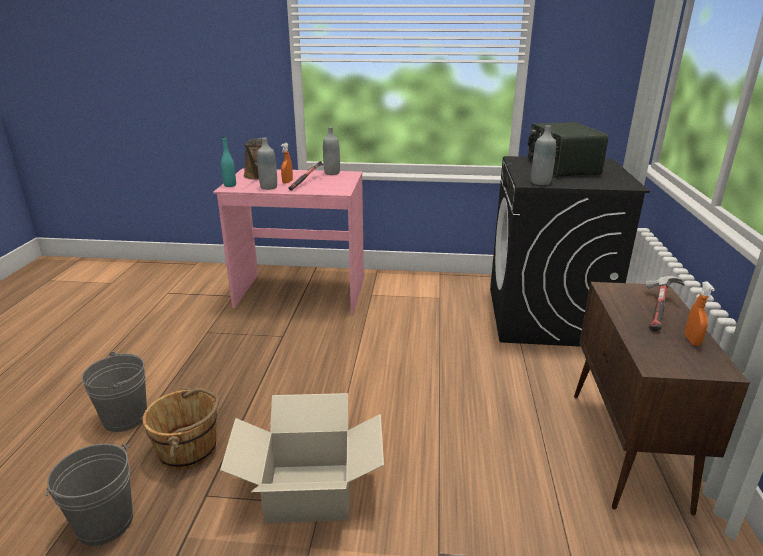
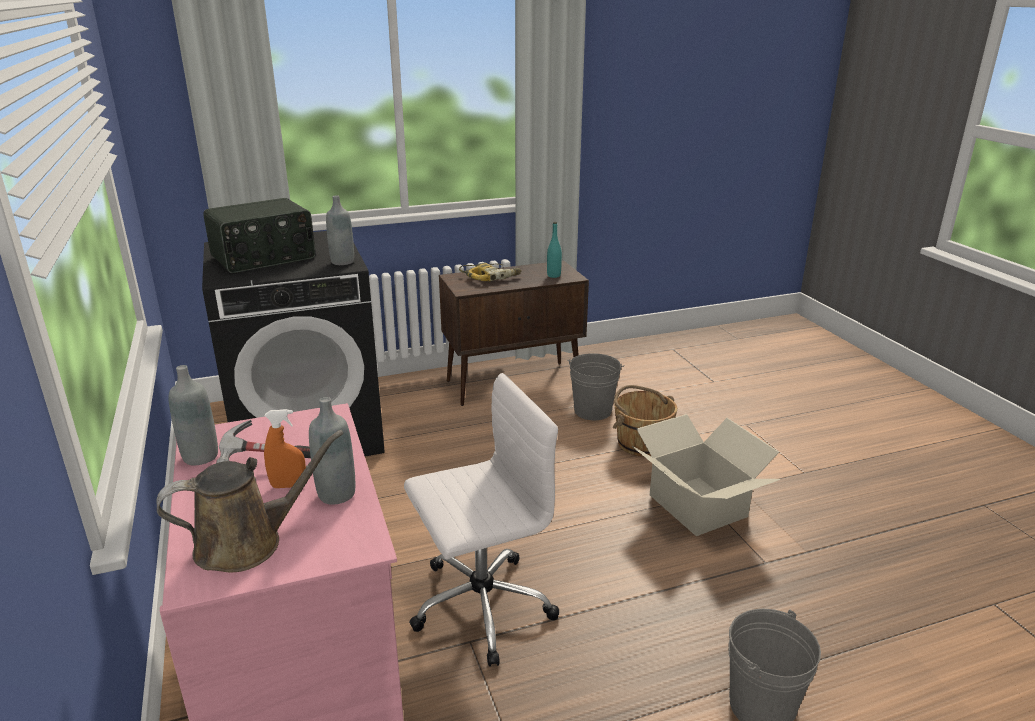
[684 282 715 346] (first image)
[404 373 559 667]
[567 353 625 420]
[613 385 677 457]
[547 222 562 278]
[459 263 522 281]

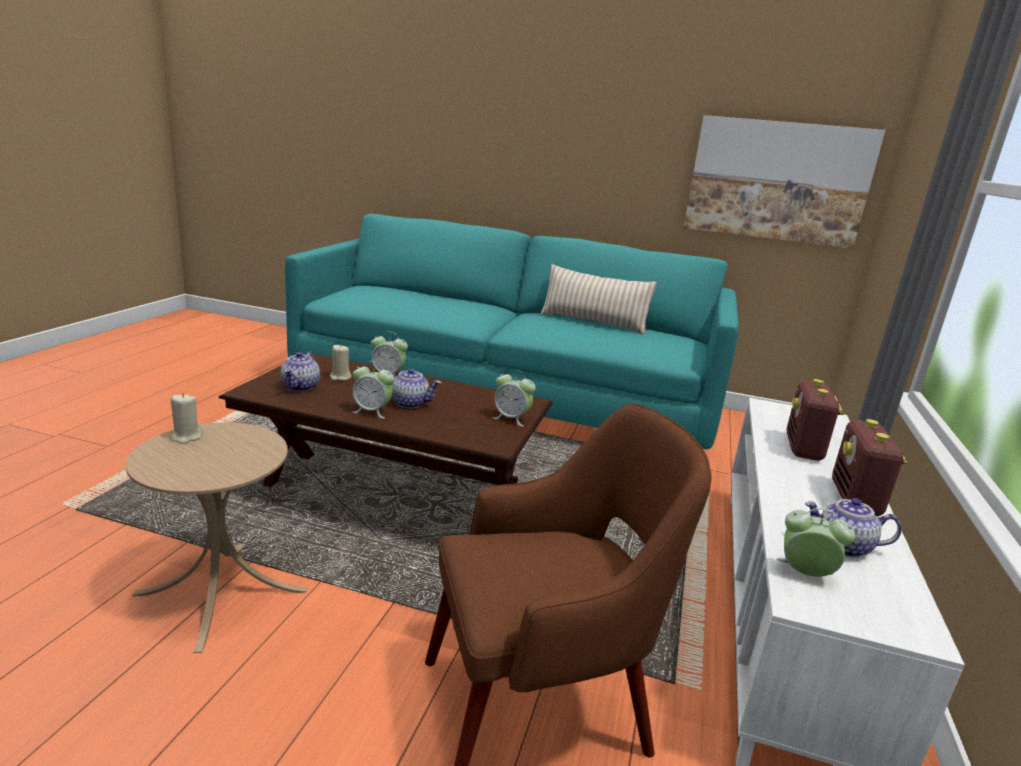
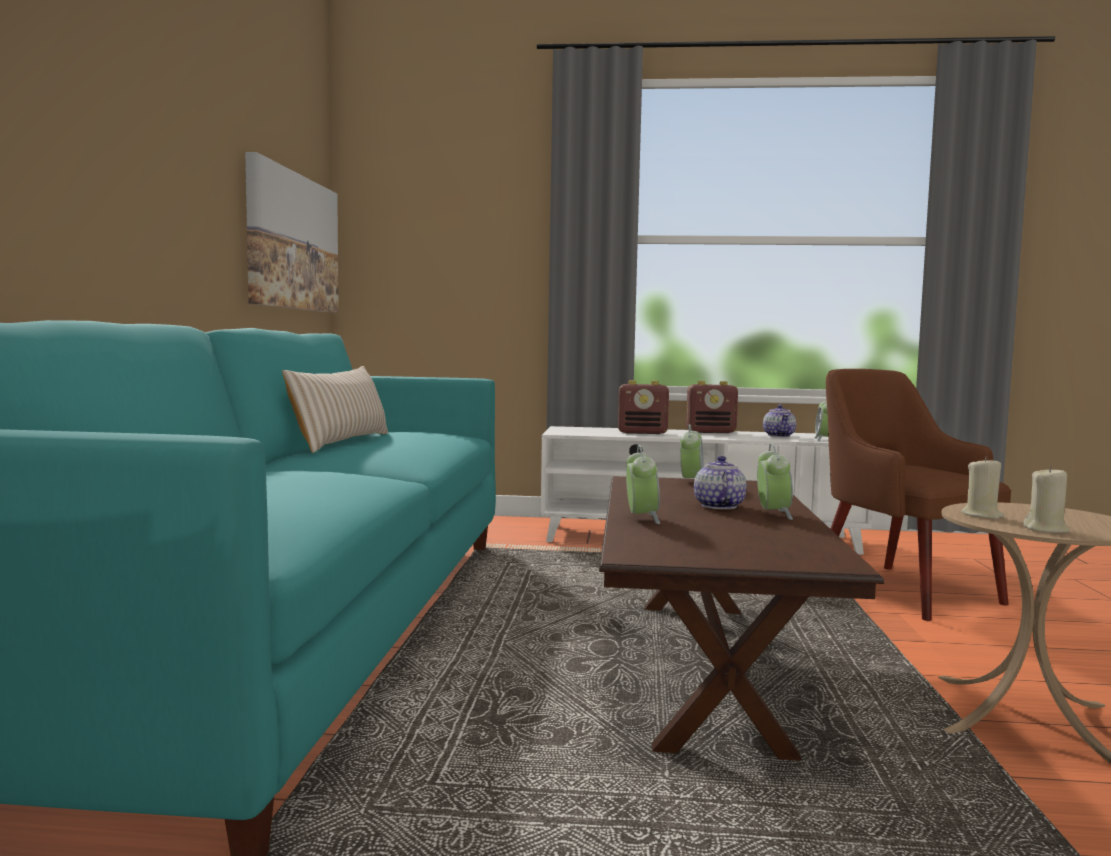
[281 351 320 391] (first image)
[961 457 1004 519]

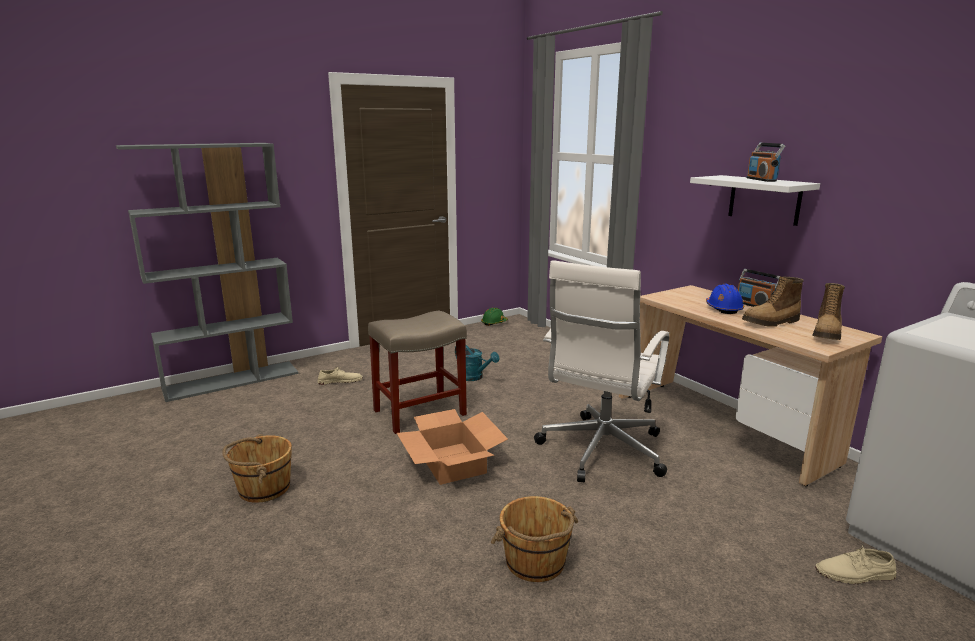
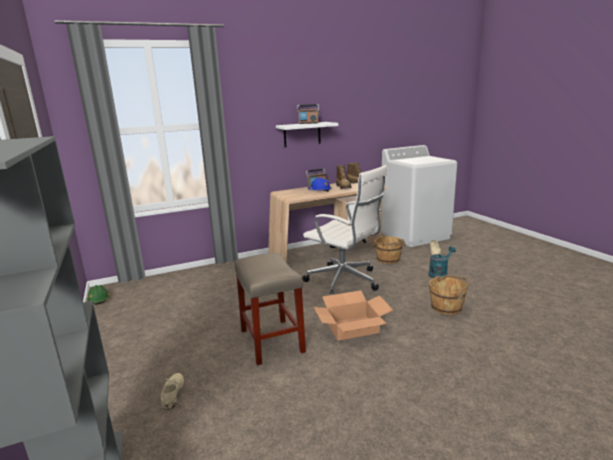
[371 236 406 264]
[429 246 456 278]

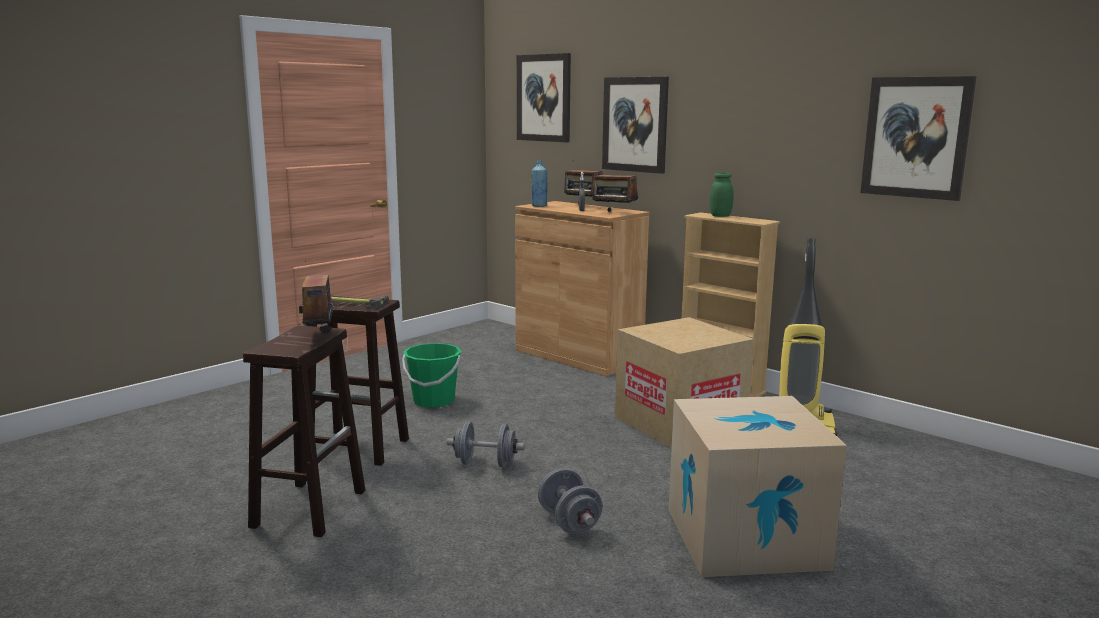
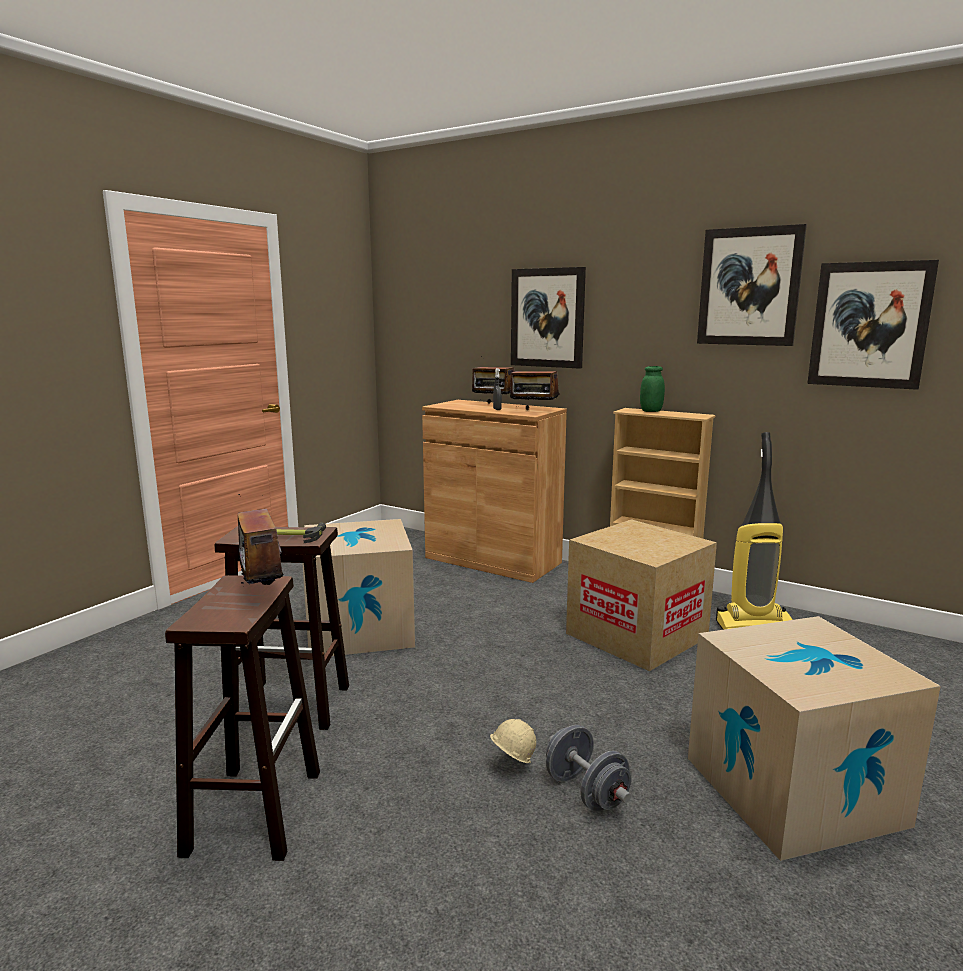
[447 422 525 467] (first image)
[532 160 548 207] (first image)
[490 719 536 763]
[697 224 807 346]
[302 519 415 656]

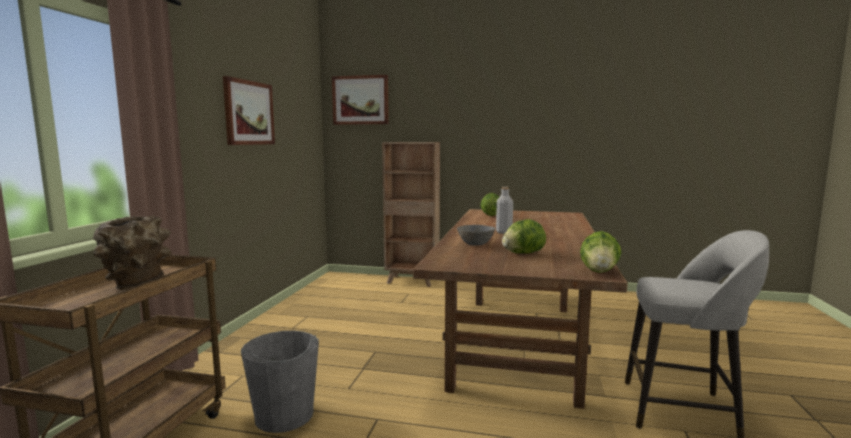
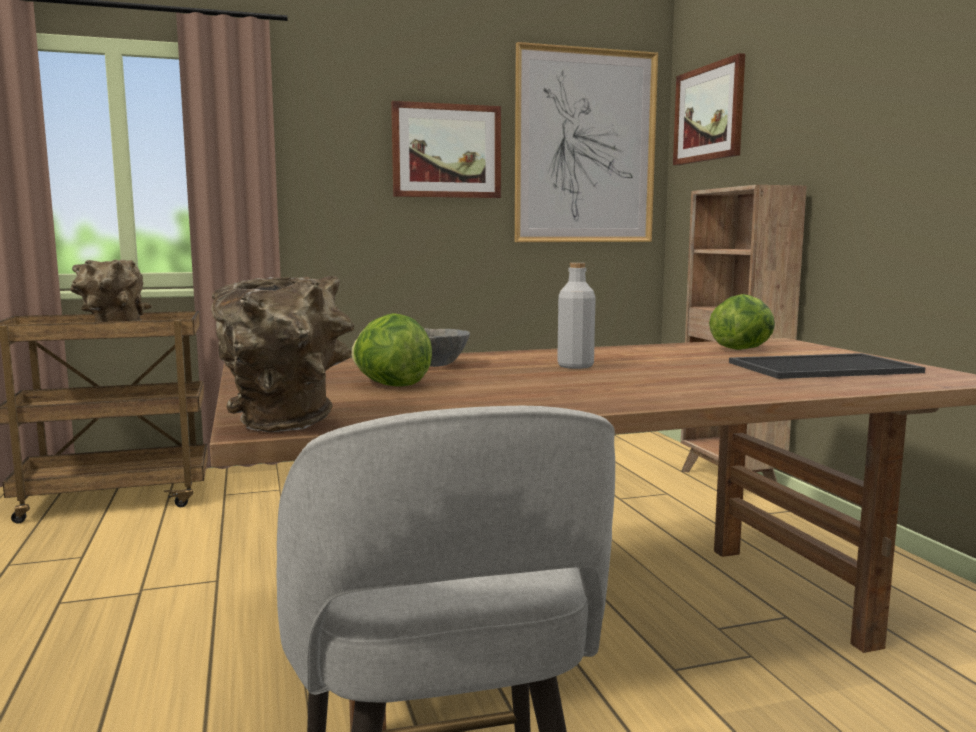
[241 331 319 433] (first image)
[515 42 658 242]
[729 353 925 379]
[211 276 354 432]

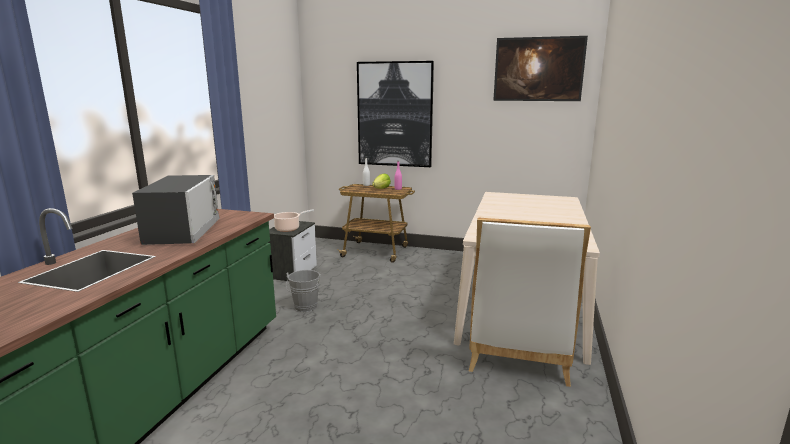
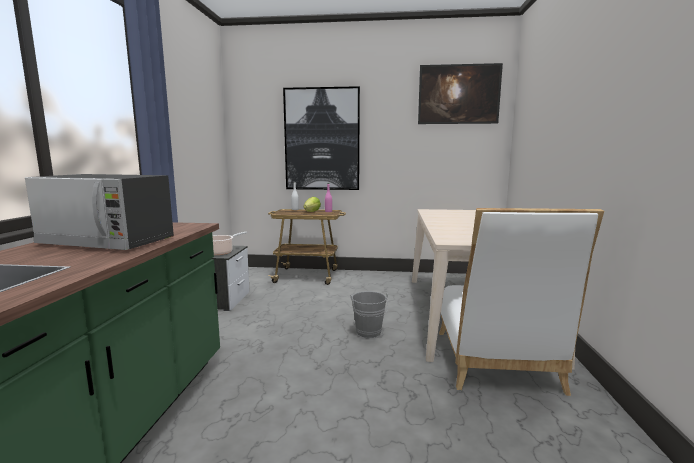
[350 291 388 338]
[25 174 174 250]

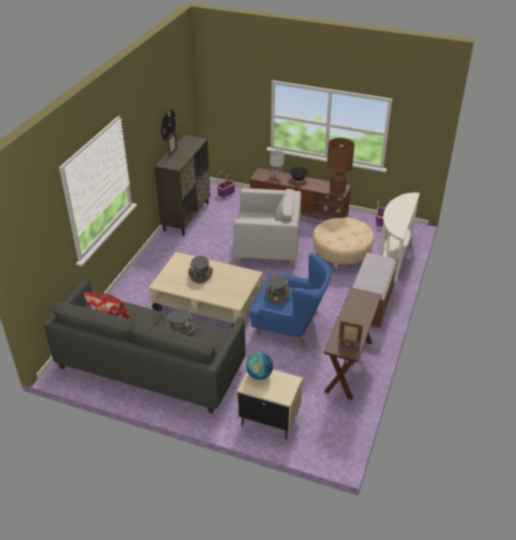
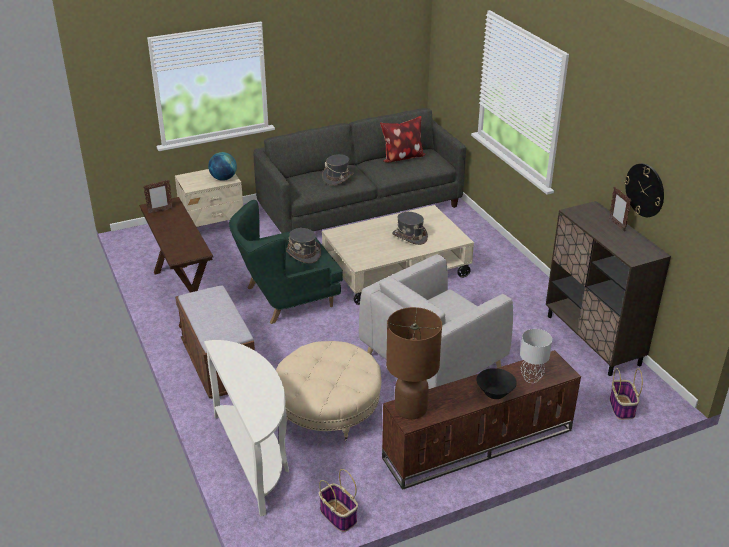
[229 200 343 324]

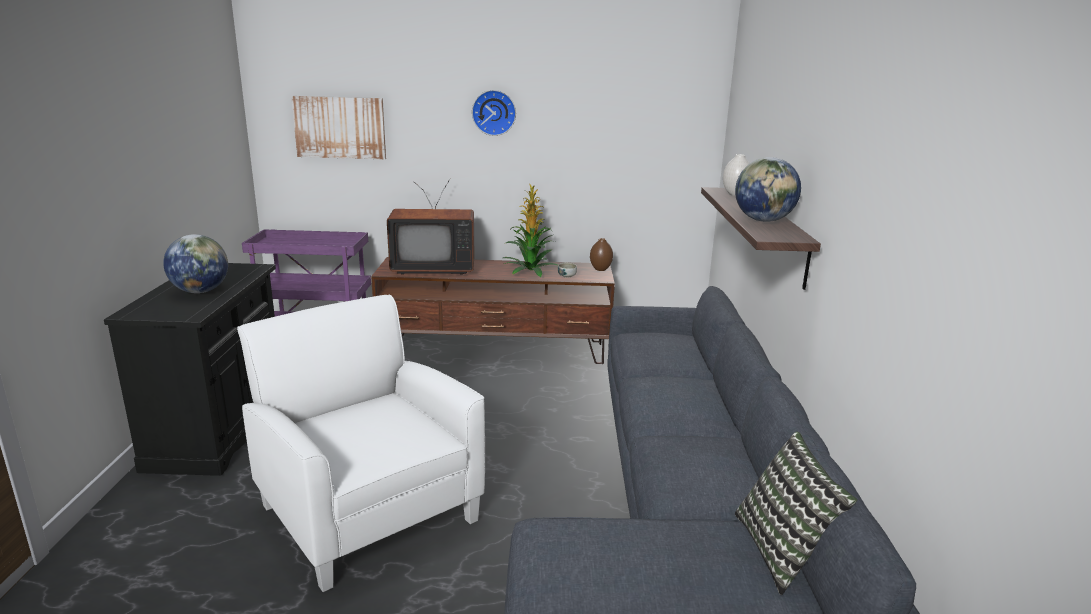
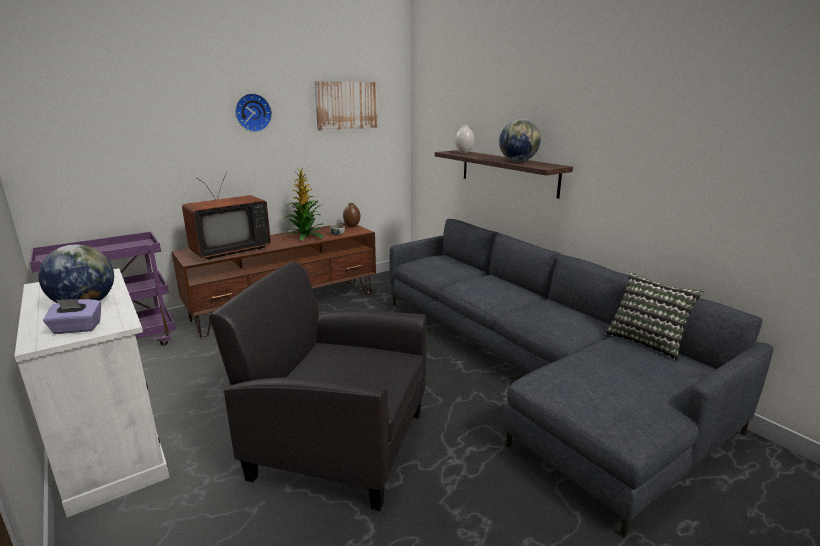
[43 299 101 334]
[314 81 378 130]
[14 268 170 518]
[209 262 427 511]

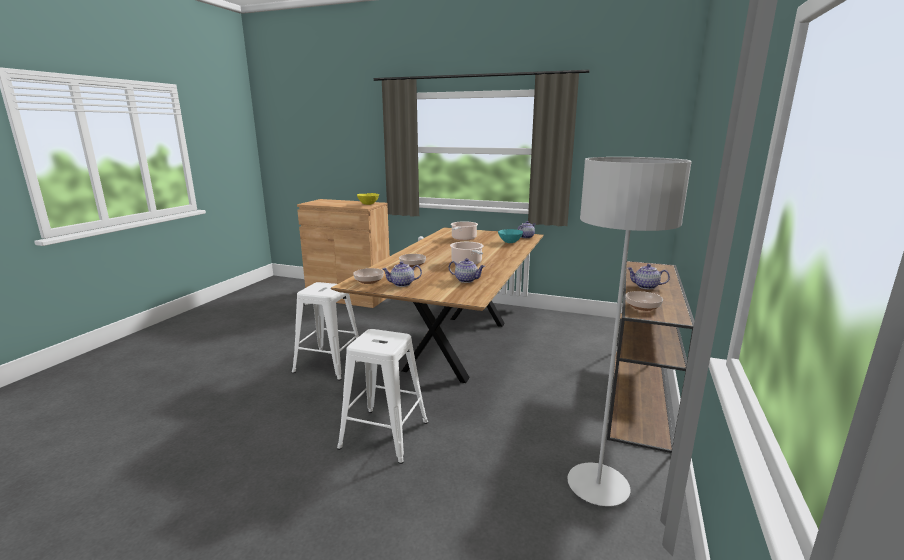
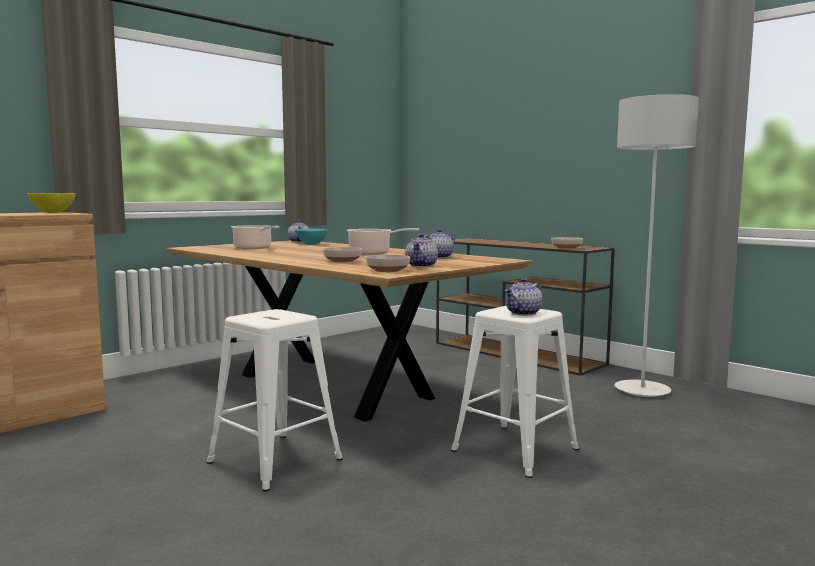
[504 278 543 316]

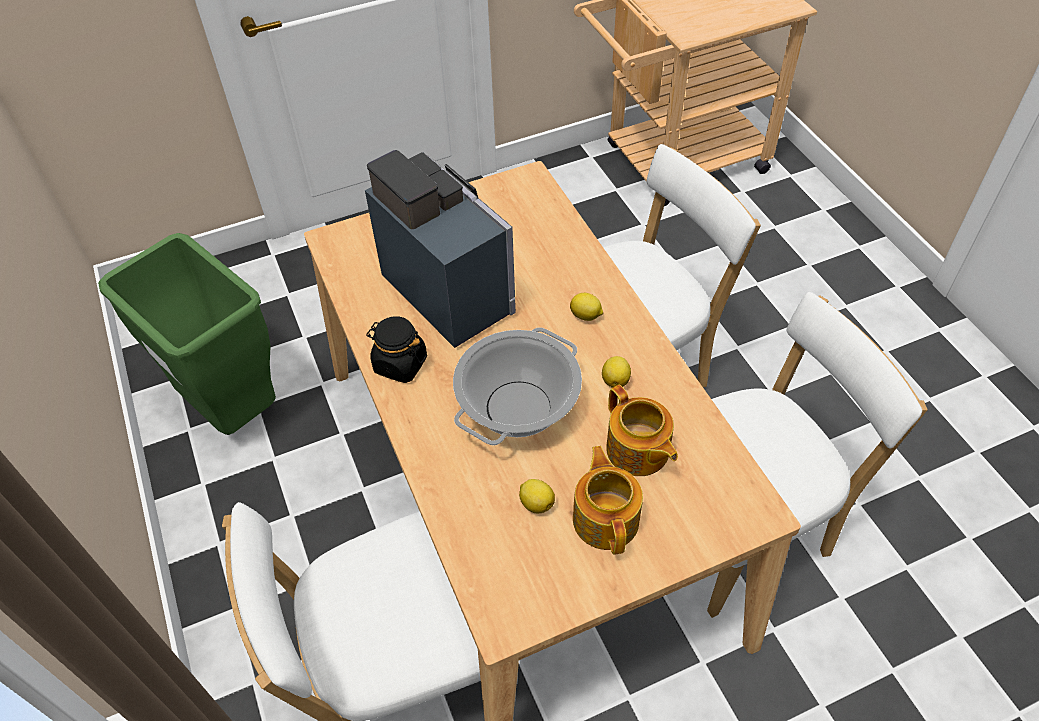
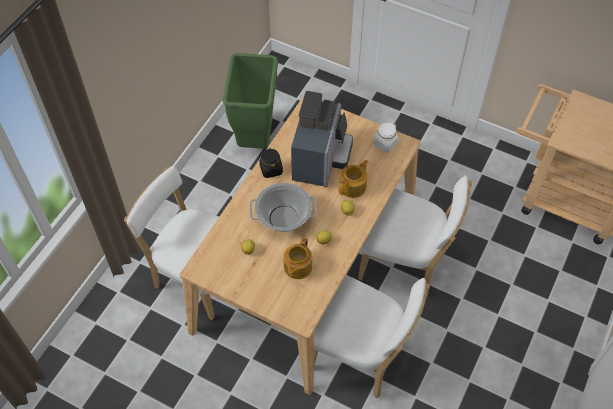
[373 122 398 152]
[339 160 369 198]

